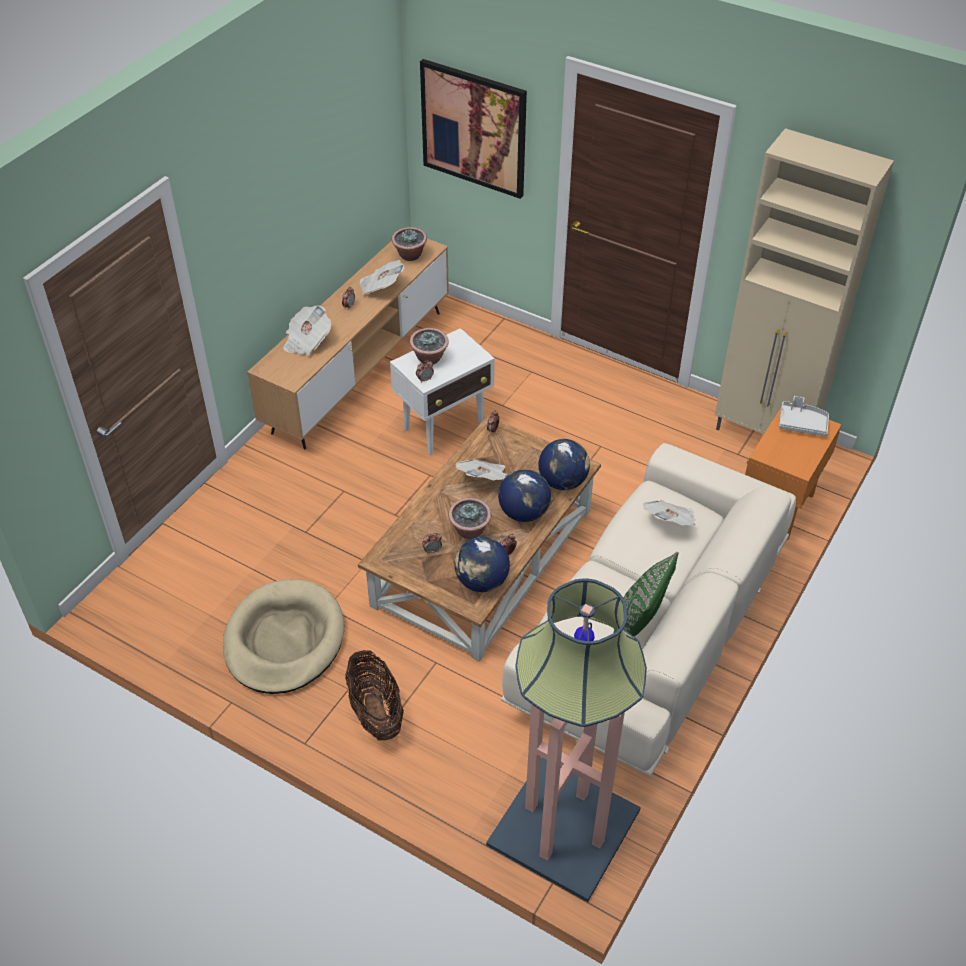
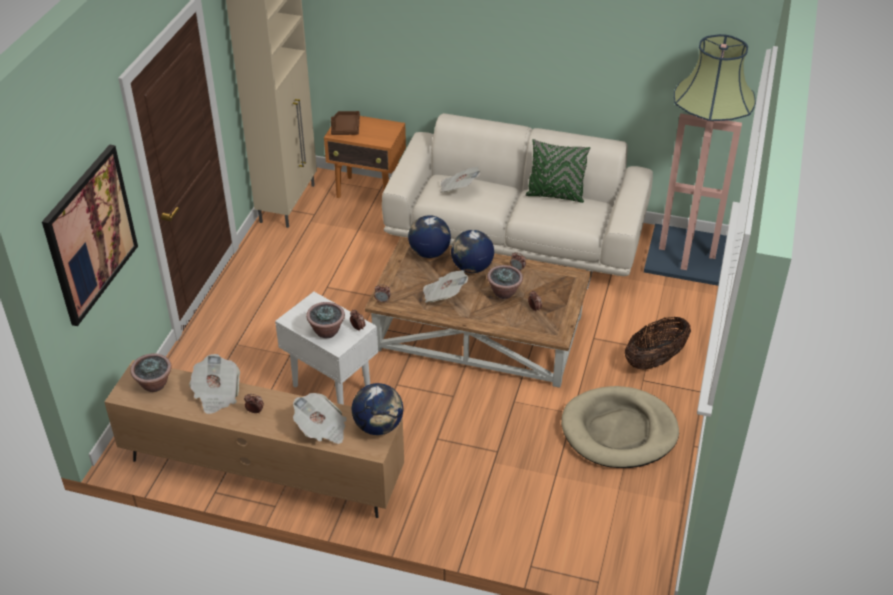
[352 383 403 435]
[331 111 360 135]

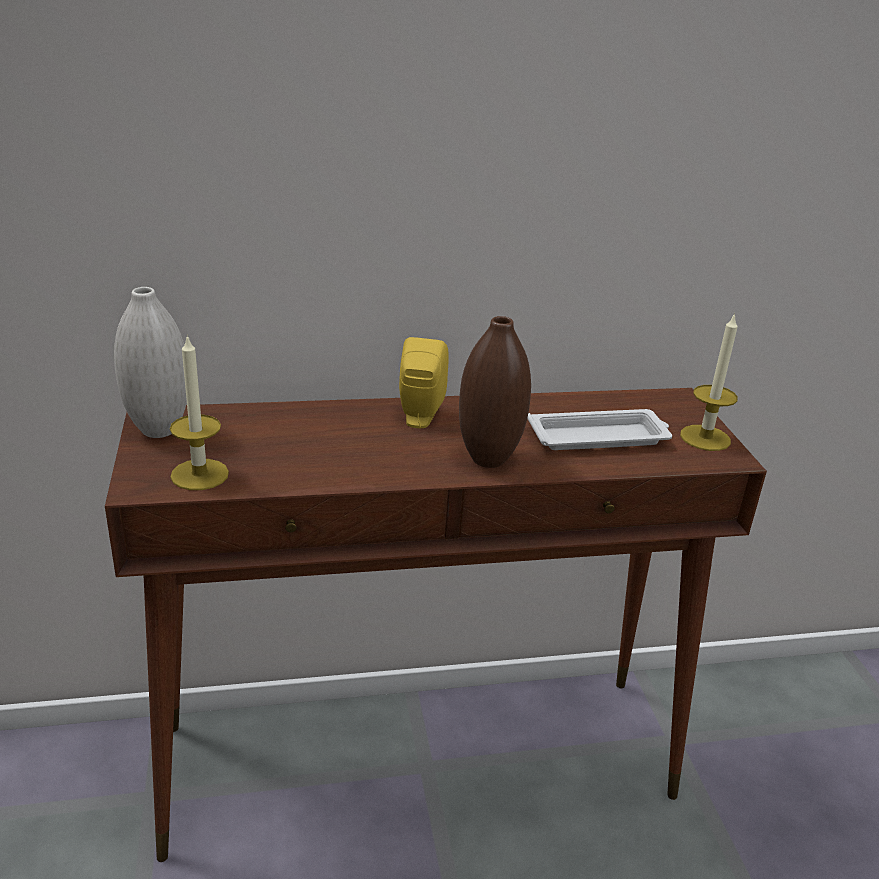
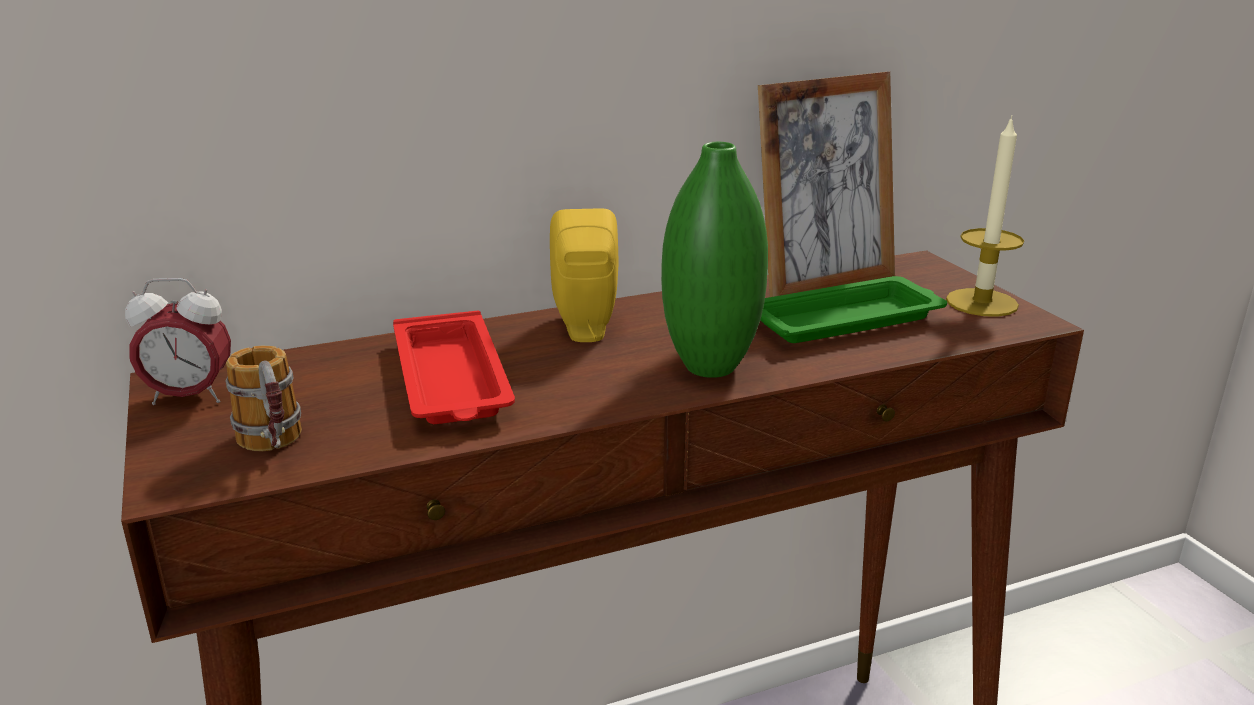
[393 311 515 424]
[758 72 895 297]
[125 278 231 405]
[225 346 302 451]
[661 142 768 378]
[760 276 947 343]

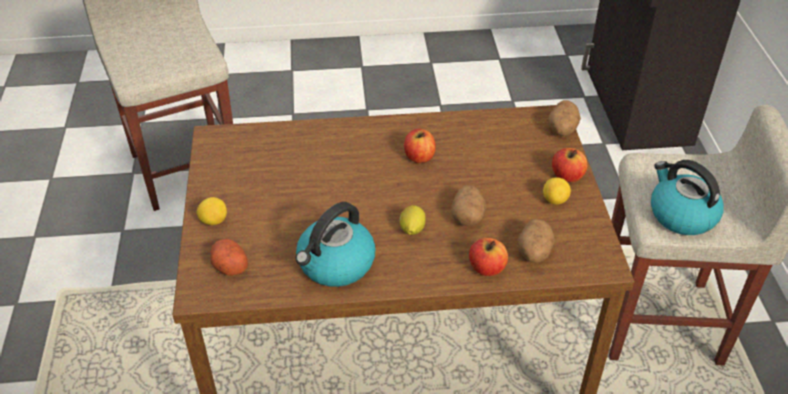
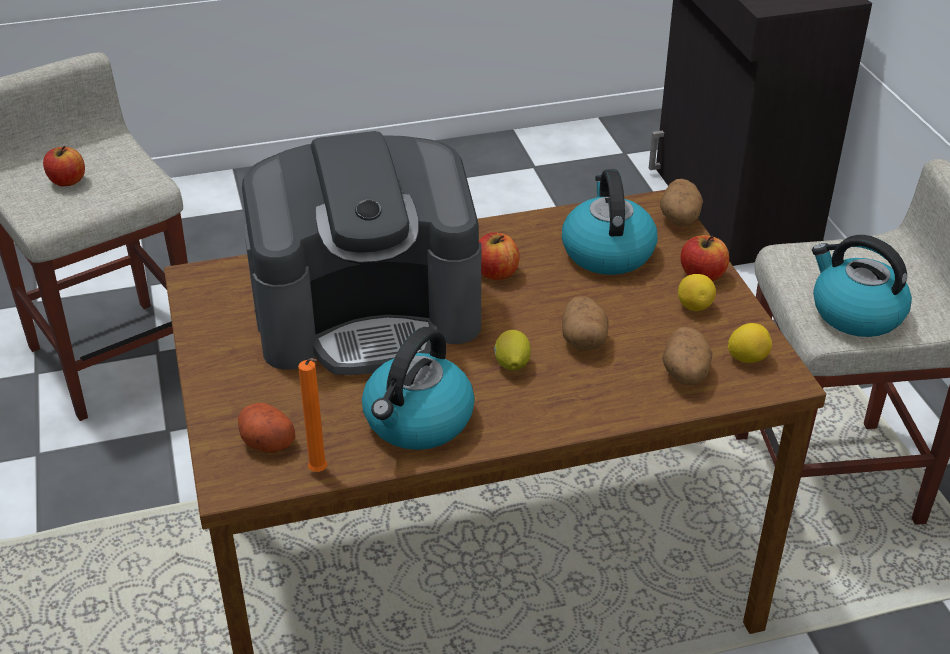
[242 131 481 375]
[298 358 327 472]
[562 169 658 275]
[728 323 772 363]
[43 146 85 186]

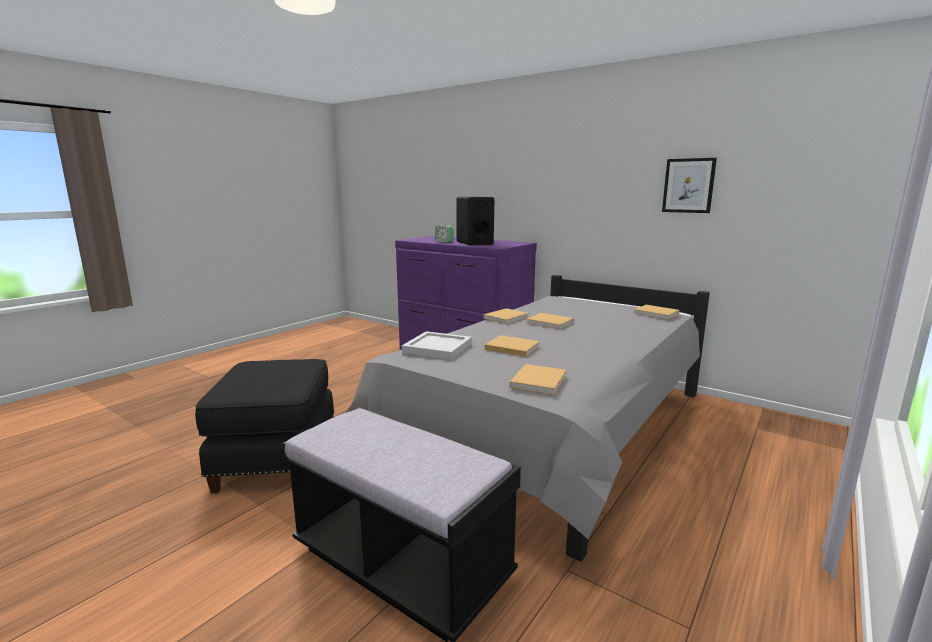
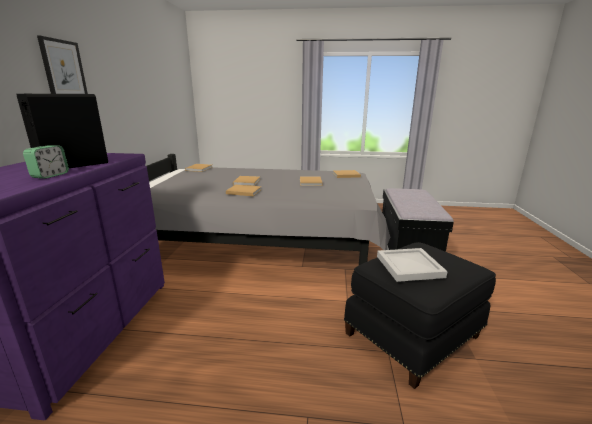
[377 248 448 282]
[37 35 88 94]

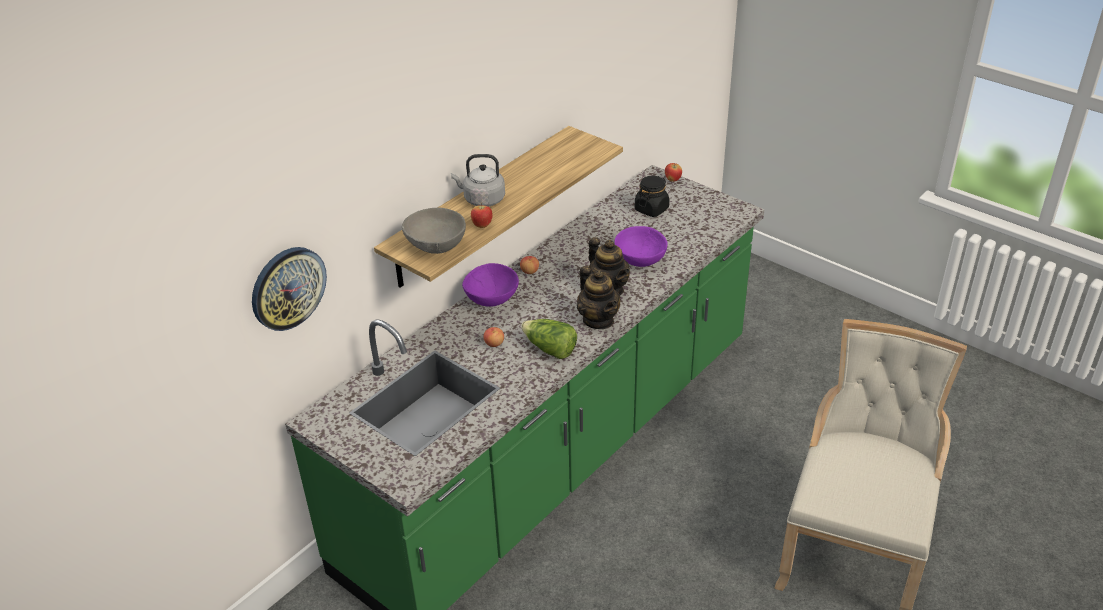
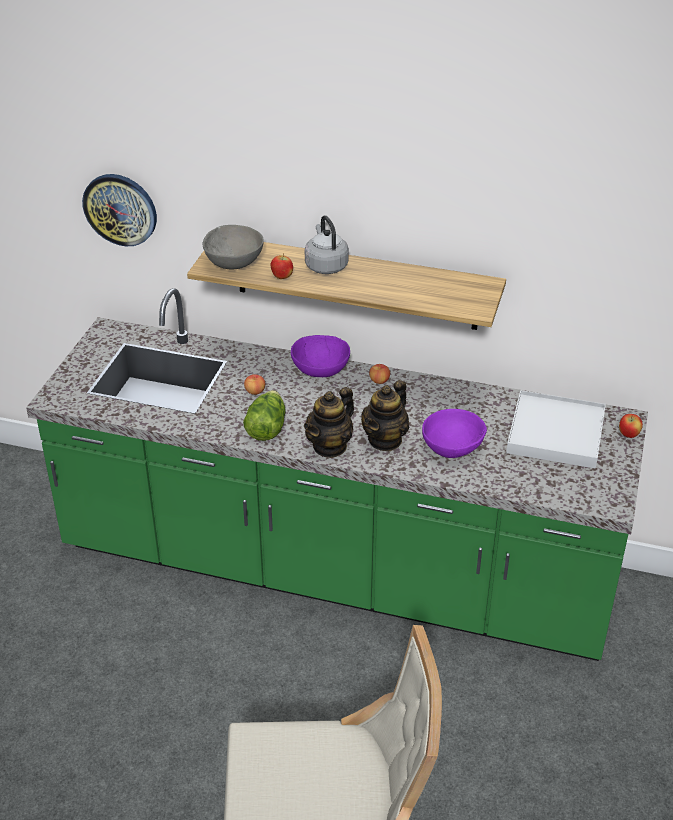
[506 390 606 469]

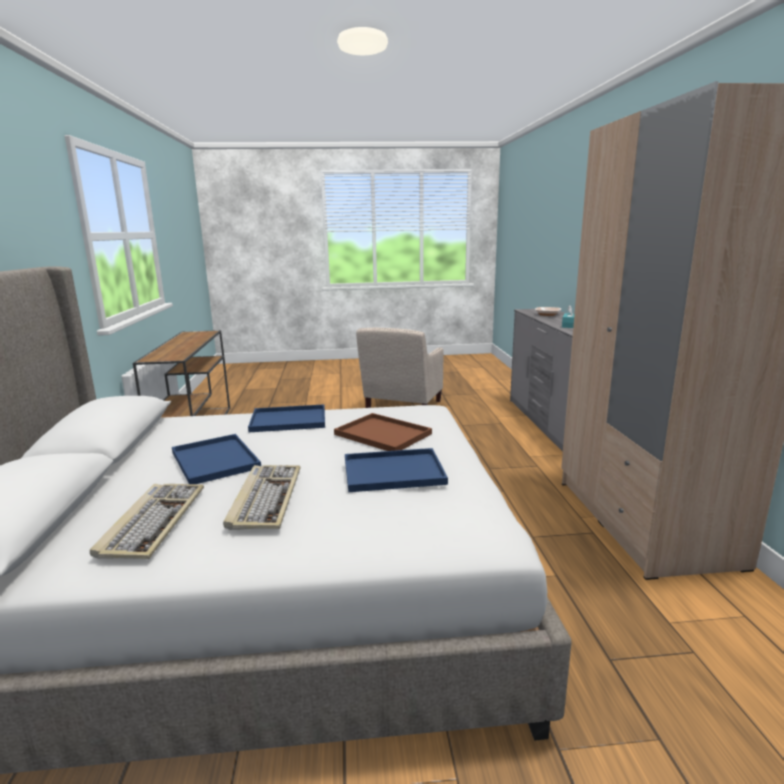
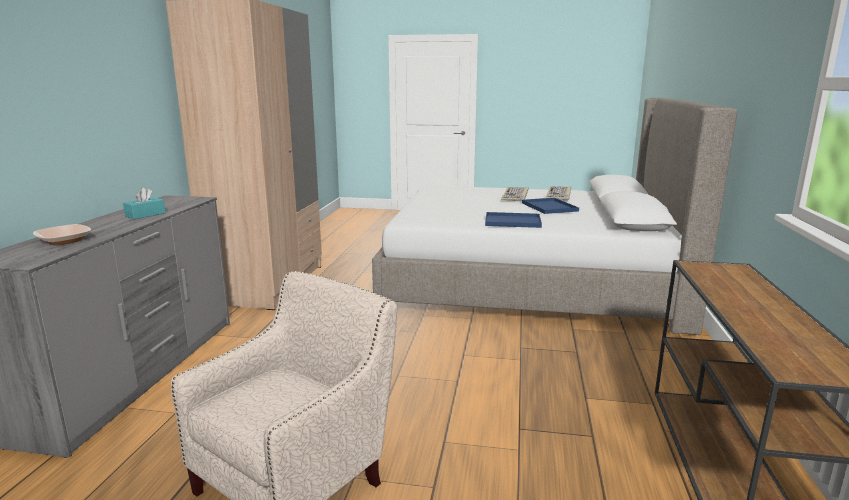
[334 413 432 451] (first image)
[345 448 448 492] (first image)

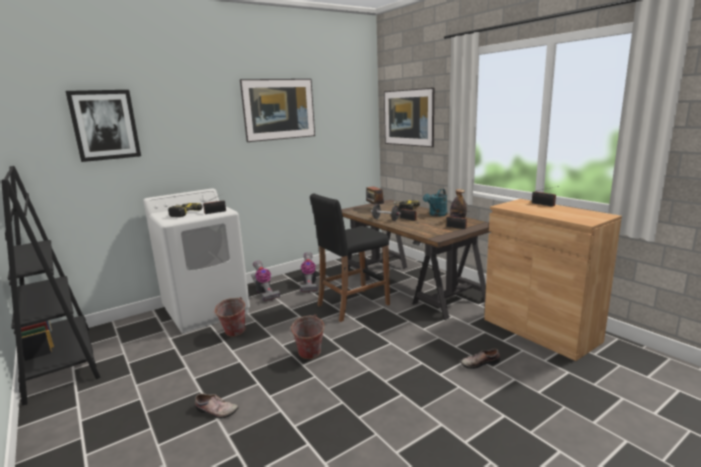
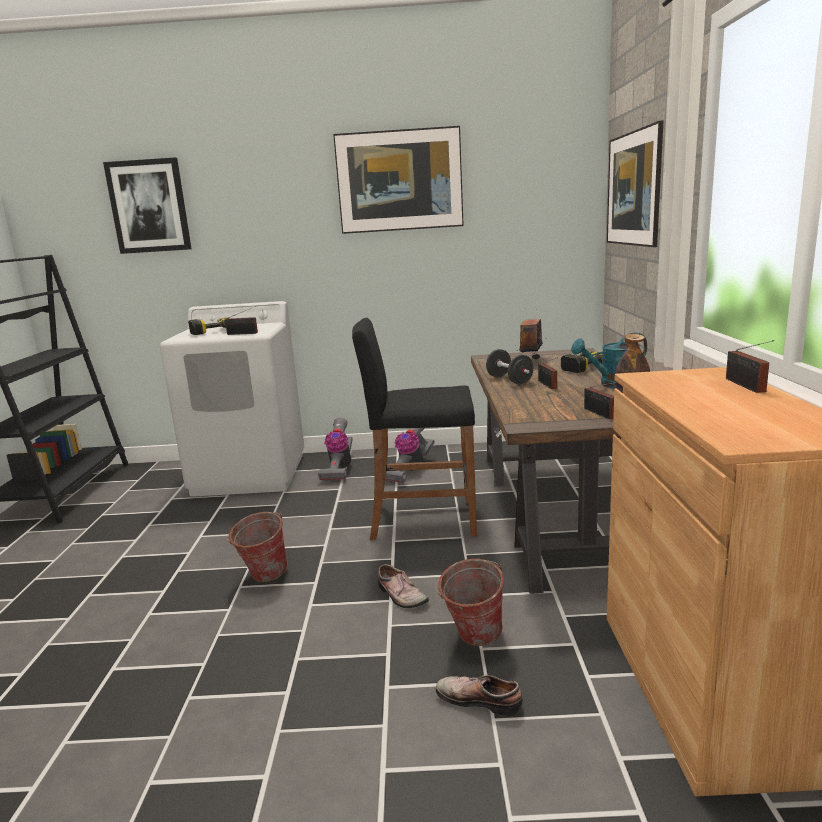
[378 564 429 608]
[435 559 504 646]

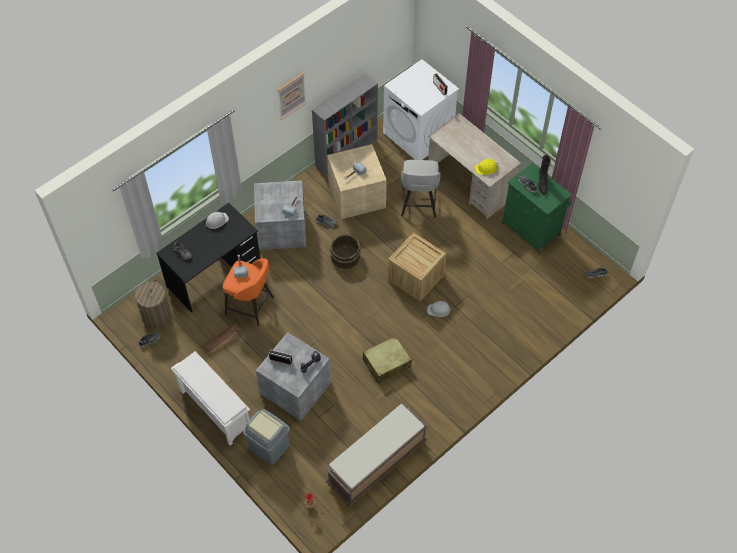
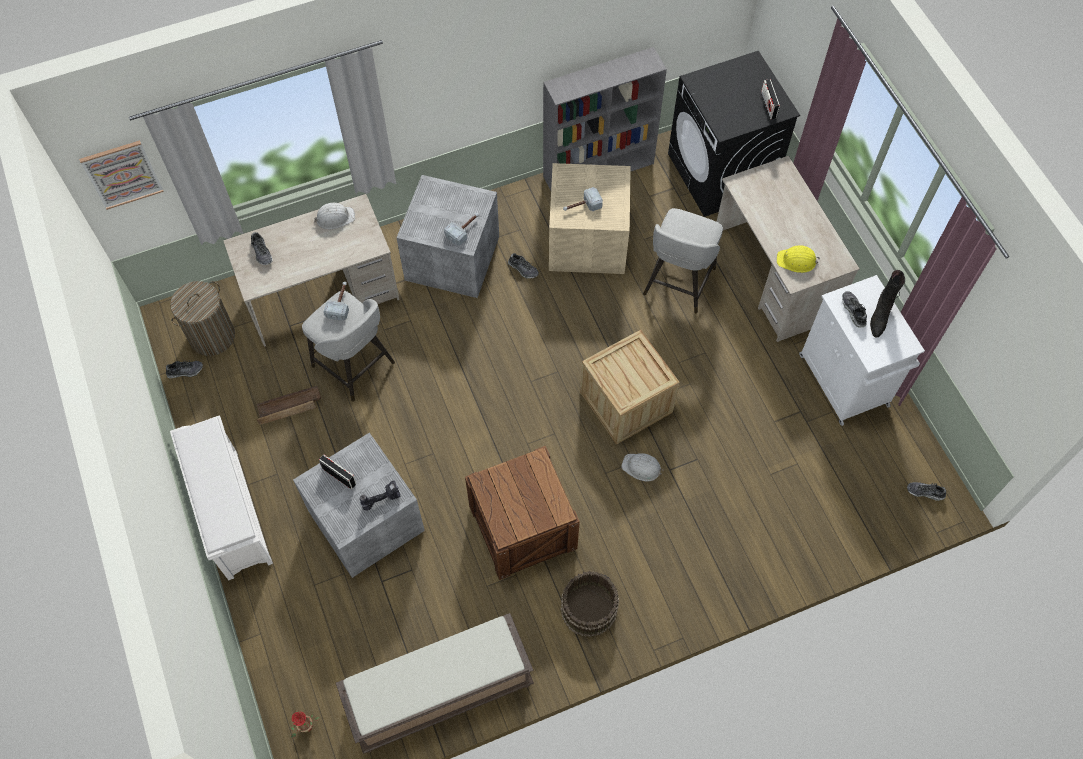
[243 409 290 465] (first image)
[79 140 164 210]
[561 571 619 637]
[465 446 580 580]
[223 194 400 347]
[302 290 395 402]
[668 51 800 217]
[799 275 925 426]

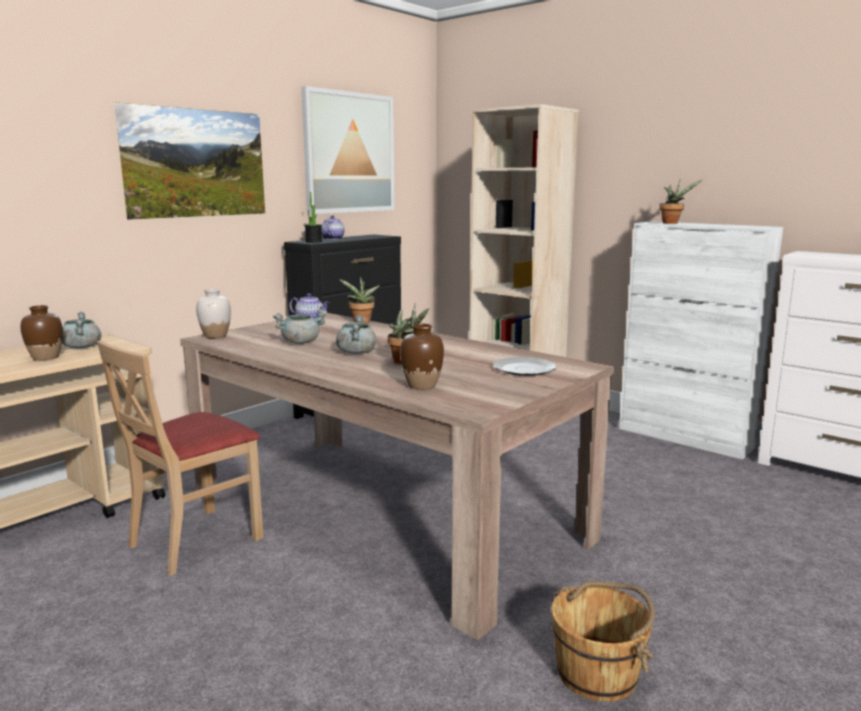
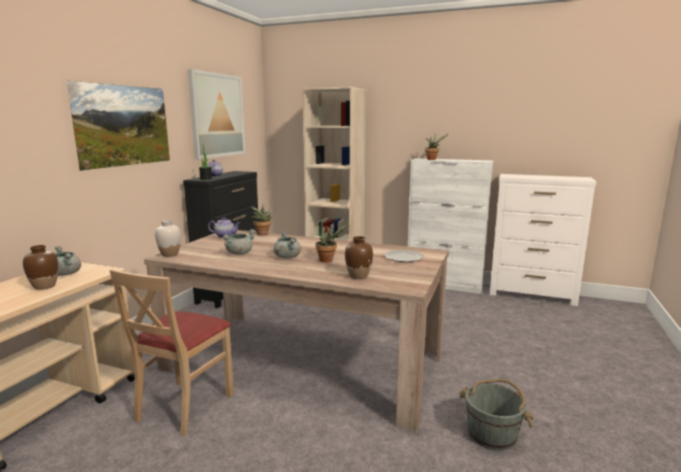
[459 379 534 451]

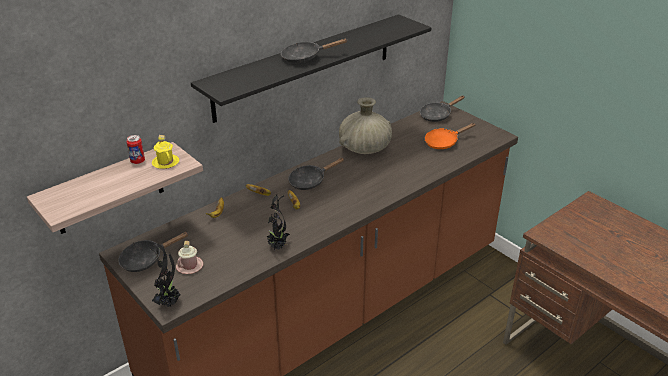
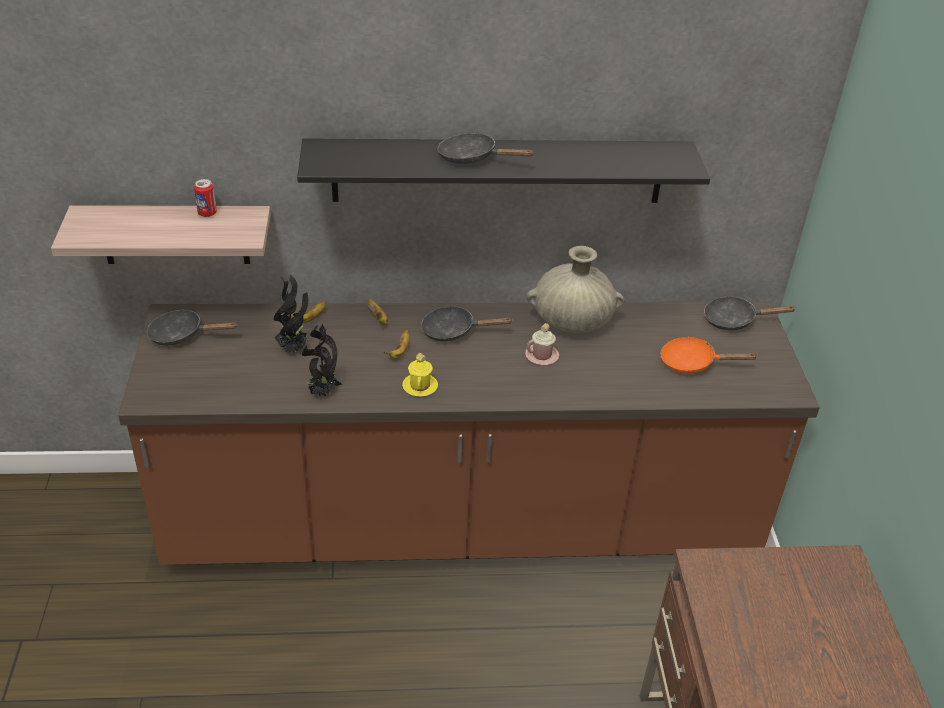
[274 275 308 352]
[402 353 438 397]
[525 323 559 365]

